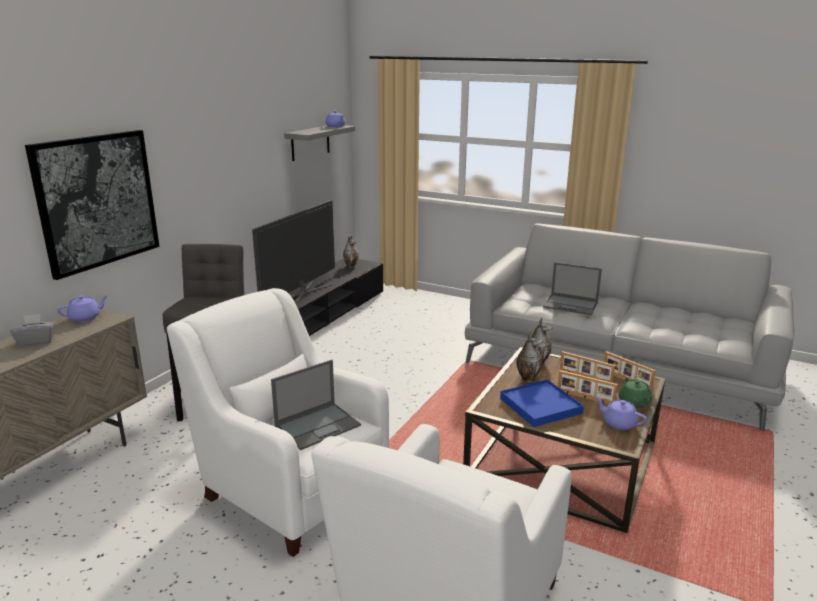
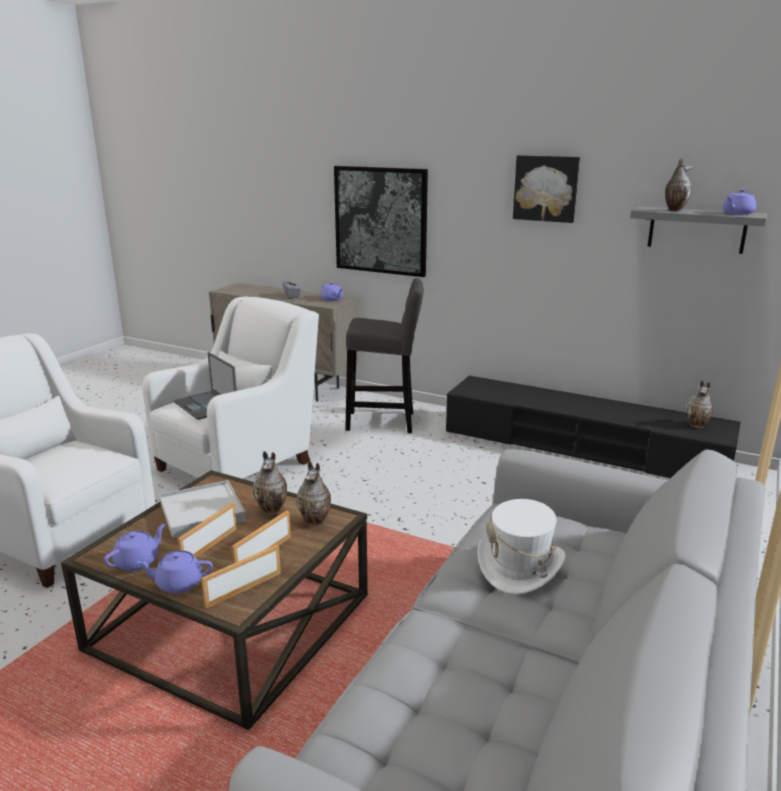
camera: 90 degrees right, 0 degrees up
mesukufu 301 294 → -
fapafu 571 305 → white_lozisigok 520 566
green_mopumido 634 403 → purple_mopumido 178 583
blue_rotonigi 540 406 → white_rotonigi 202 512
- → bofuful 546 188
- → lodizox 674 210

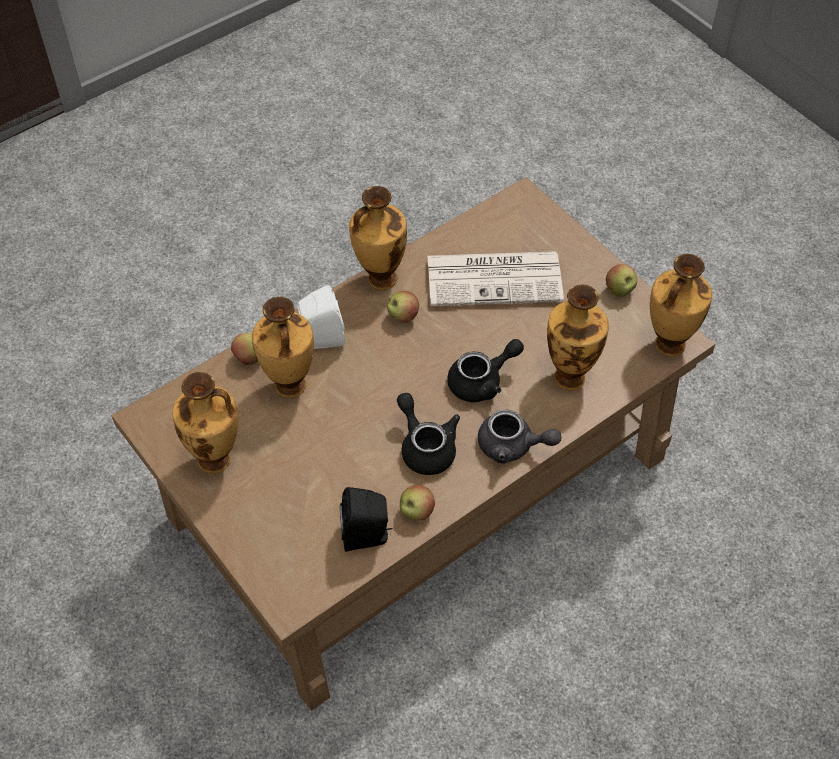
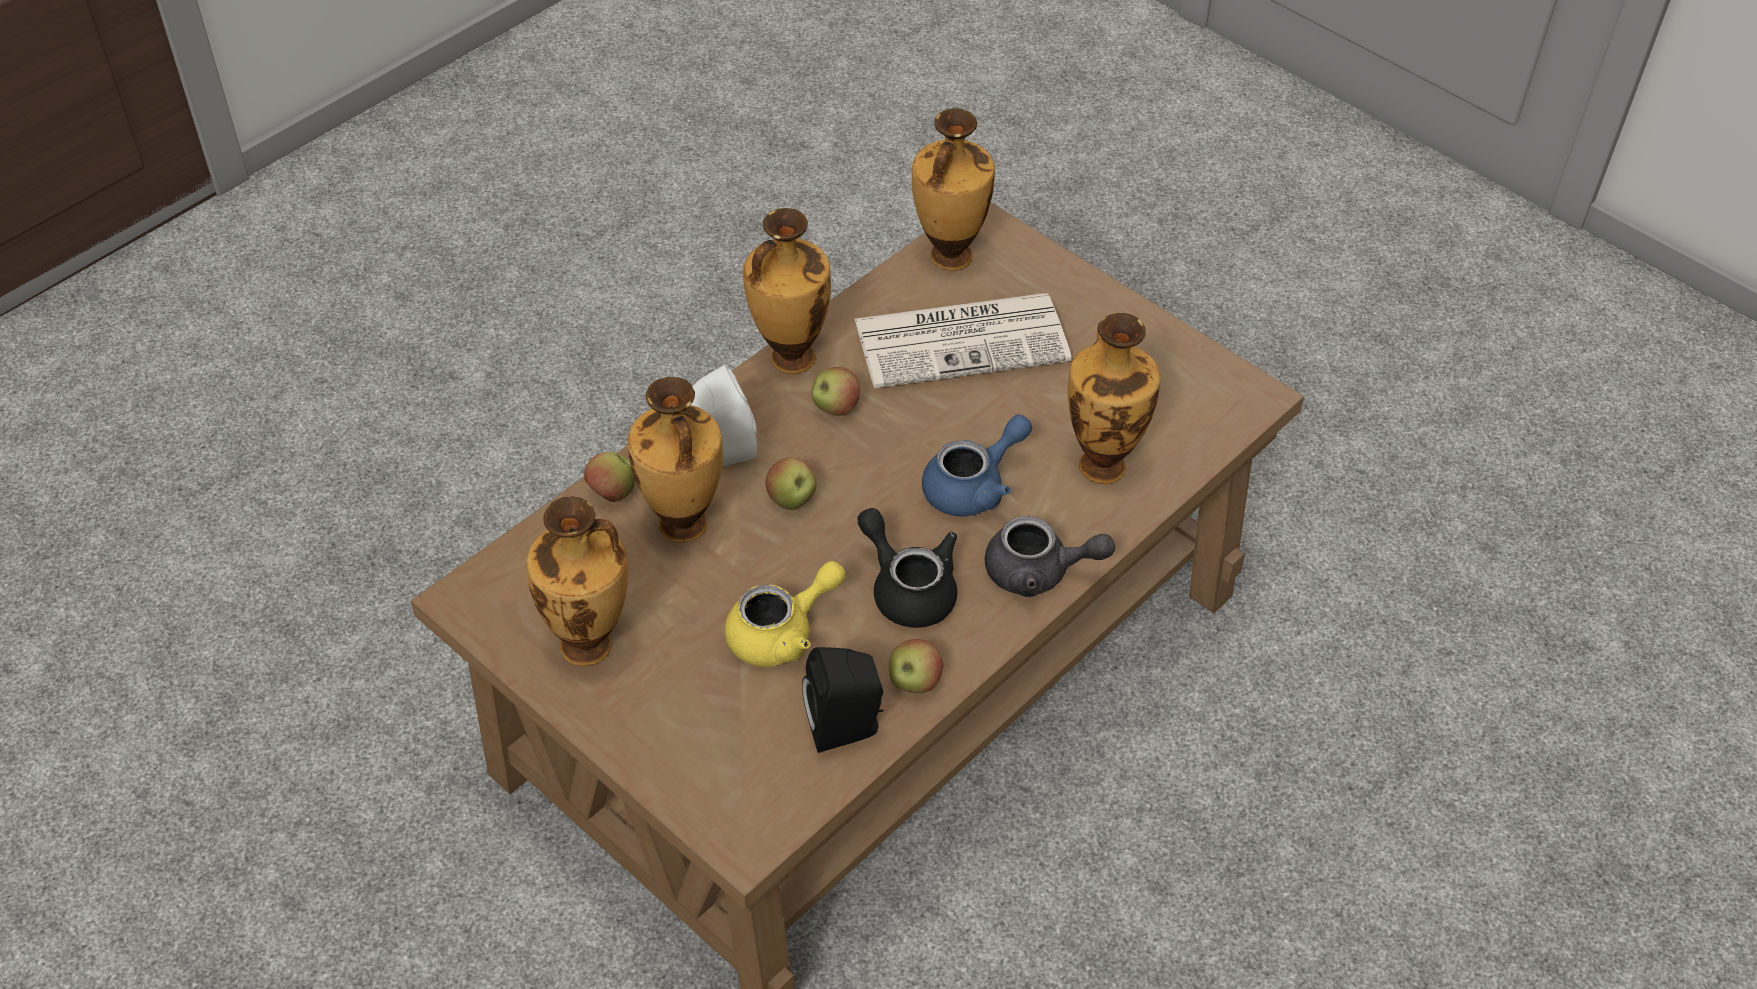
camera: 10 degrees left, 5 degrees down
lodizox 668 345 → lodizox 948 257, move
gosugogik 619 290 → gosugogik 792 500, move
black_mopumido 482 381 → blue_mopumido 974 487
- → yellow_mopumido 782 633

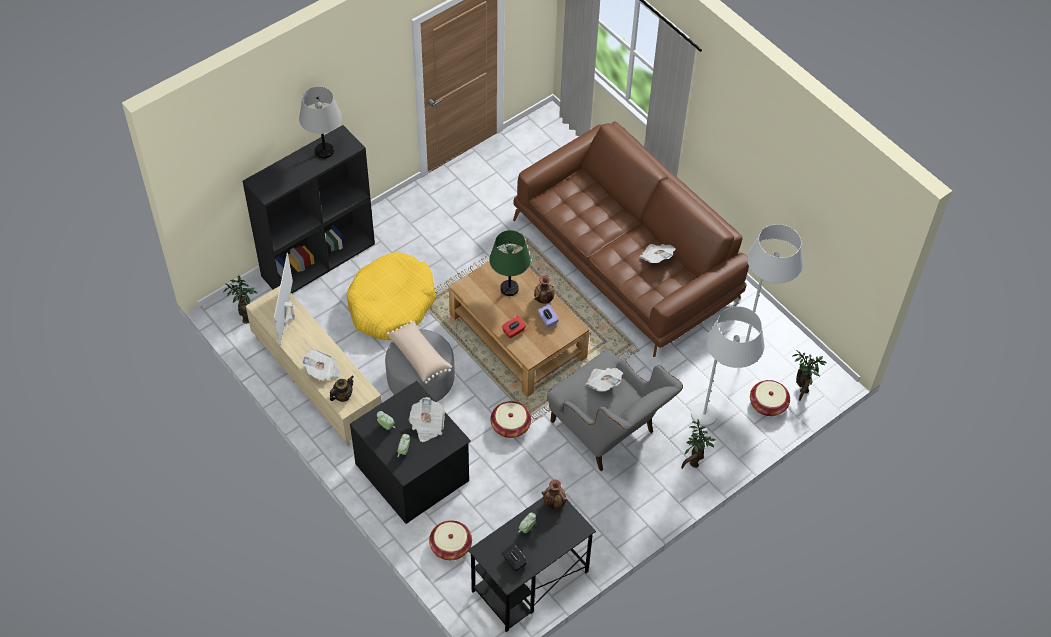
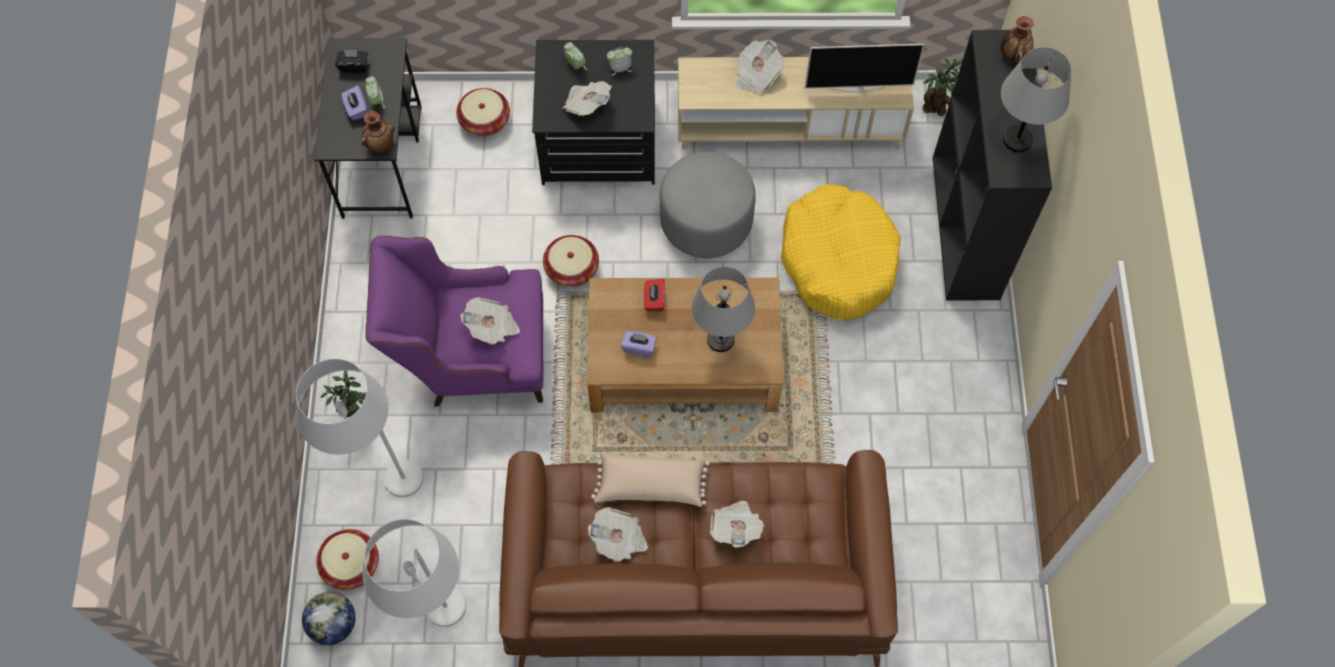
camera: 130 degrees right, 10 degrees up
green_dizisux 509 288 → grey_dizisux 720 339
mesukufu 290 317 → mesukufu 857 87, 135 degrees clockwise
lodizox 544 299 → lodizox 1013 55, move
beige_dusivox 419 356 → beige_dusivox 650 486, move
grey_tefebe 609 434 → purple_tefebe 473 358
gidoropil 802 388 → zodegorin 333 624
mopumido 342 396 → -
- → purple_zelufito 356 109
- → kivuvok 736 527

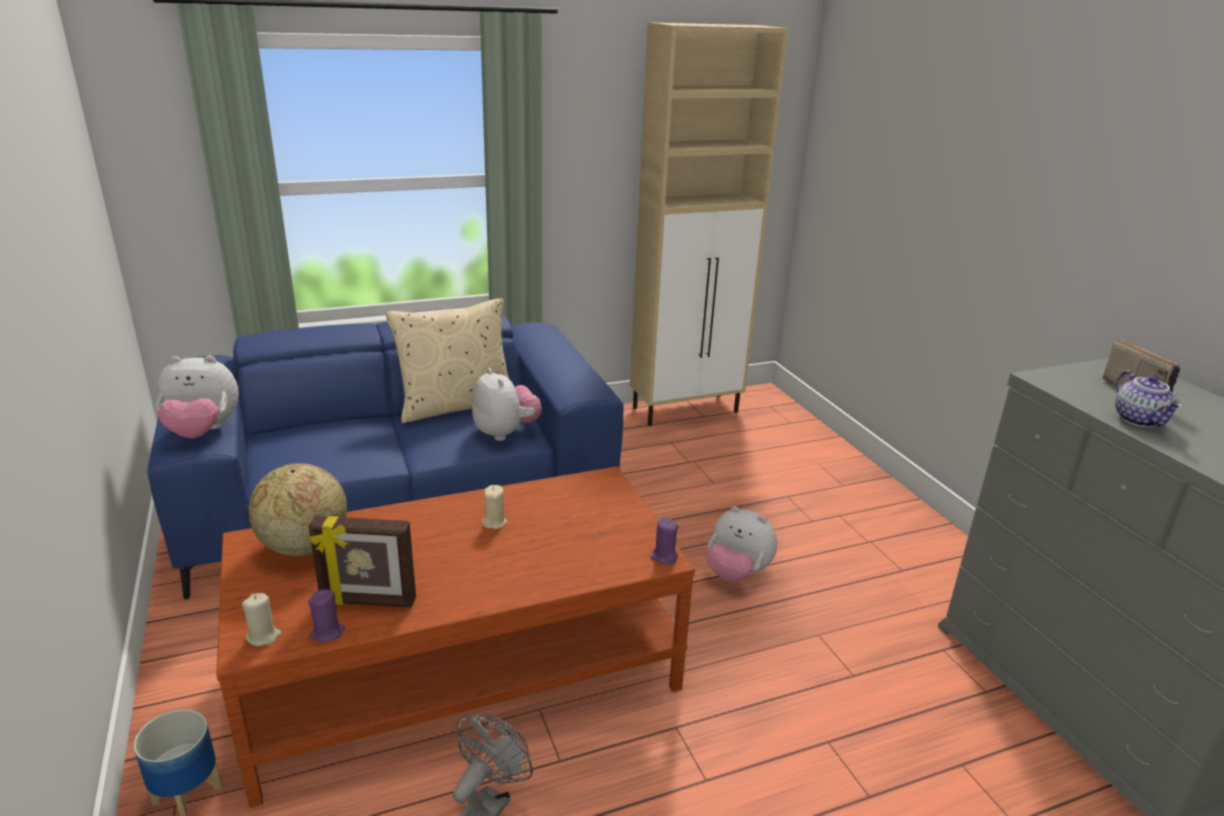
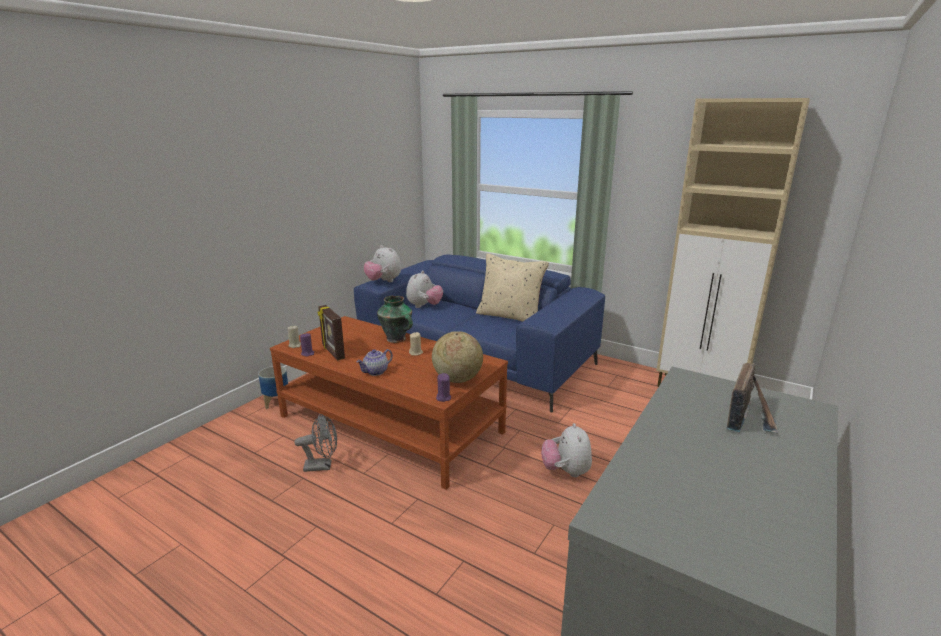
camera: 55 degrees right, 5 degrees down
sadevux 505 433 → sadevux 424 306, move
mopumido 1140 420 → mopumido 376 372, move
zodegorin 304 546 → zodegorin 457 379, move
- → lodizox 397 339

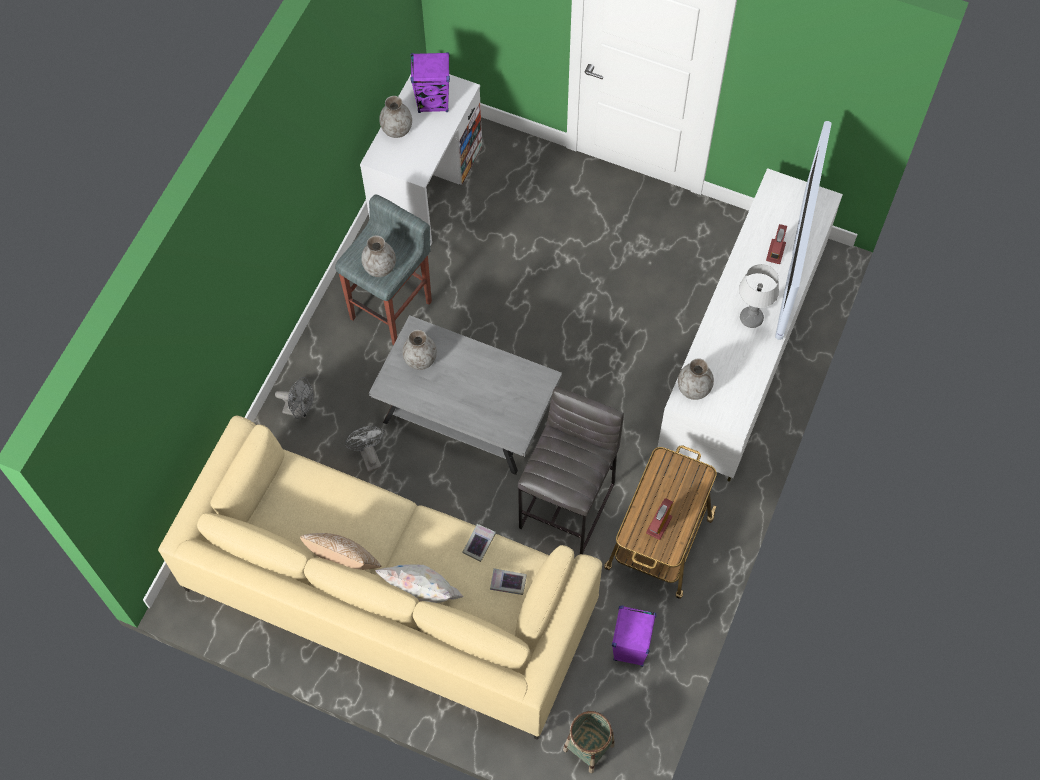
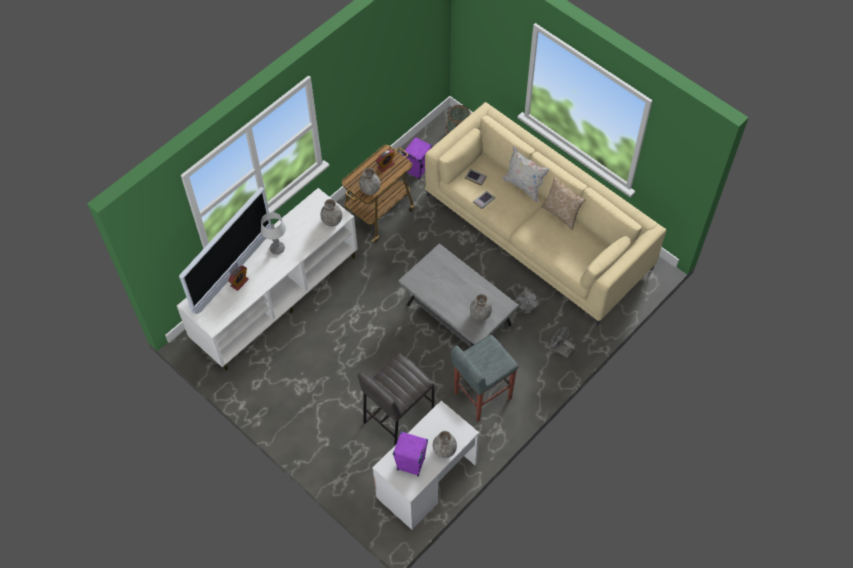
camera: 160 degrees left, 5 degrees down
grey_lodizox 380 268 → grey_lodizox 370 189, move
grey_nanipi 568 505 → grey_nanipi 398 418, move

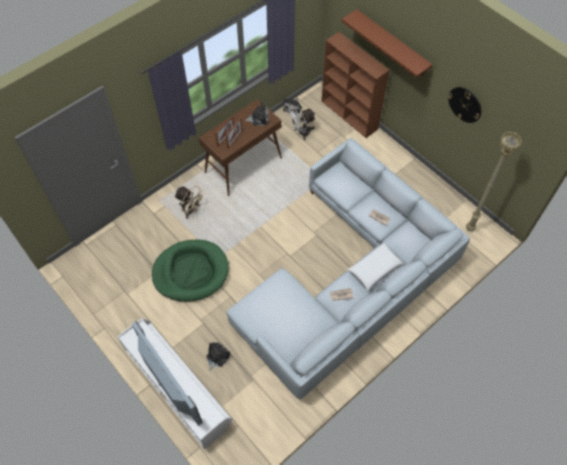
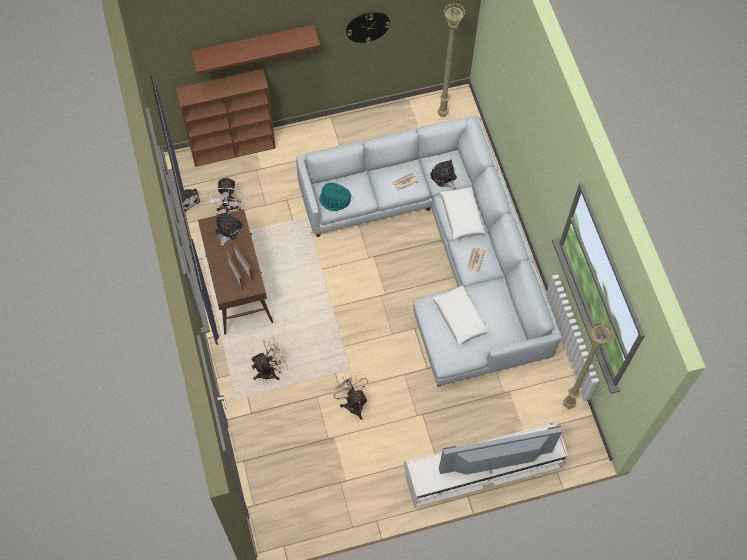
camera: 65 degrees left, 5 degrees up
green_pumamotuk 191 272 → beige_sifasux 352 402
sadevux 217 356 → sadevux 444 177, move
- → turquoise_lozisigok 335 200
- → white_dusivox 459 318
- → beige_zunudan 567 404

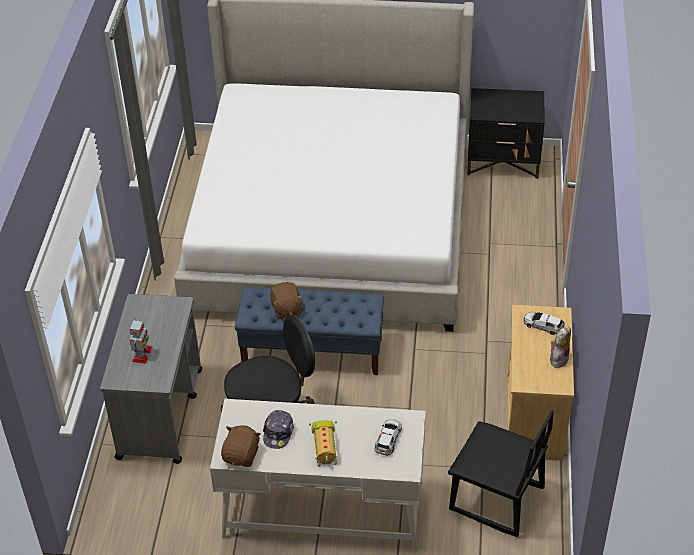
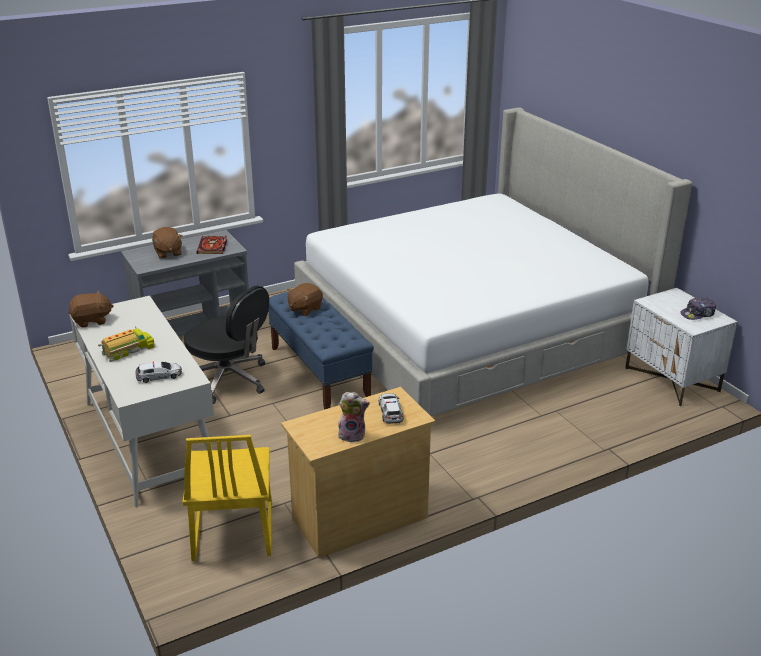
camera: 55 degrees right, 15 degrees down
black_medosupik 503 161 → white_medosupik 672 380
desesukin 142 354 → brown_sadevux 168 253
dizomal 278 433 → dizomal 698 314, move
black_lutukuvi 496 500 → yellow_lutukuvi 232 532
- → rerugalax 213 247

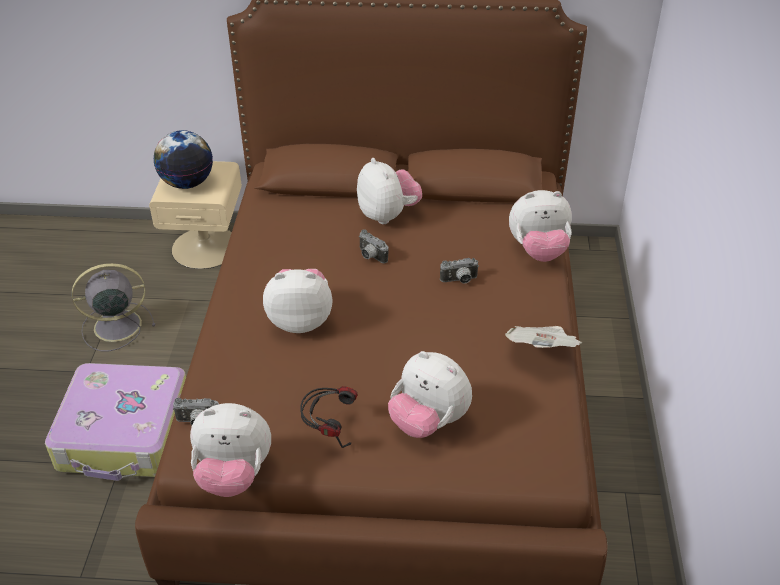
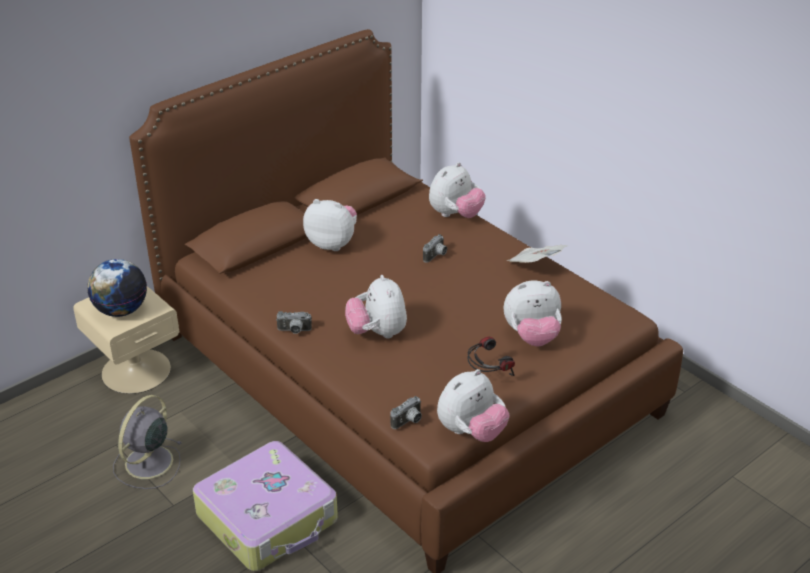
camera: 45 degrees left, 5 degrees down
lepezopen 370 256 → lepezopen 294 331, move
sadevux 300 320 → sadevux 377 333, 60 degrees counterclockwise

